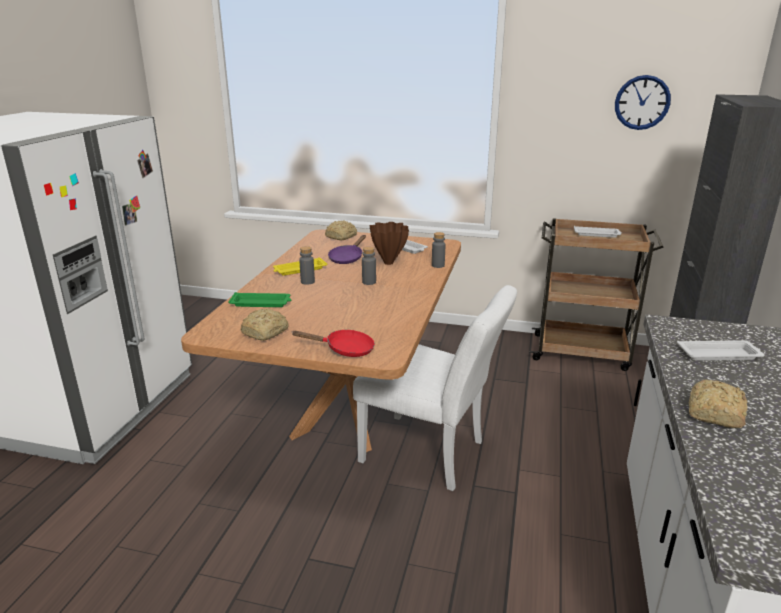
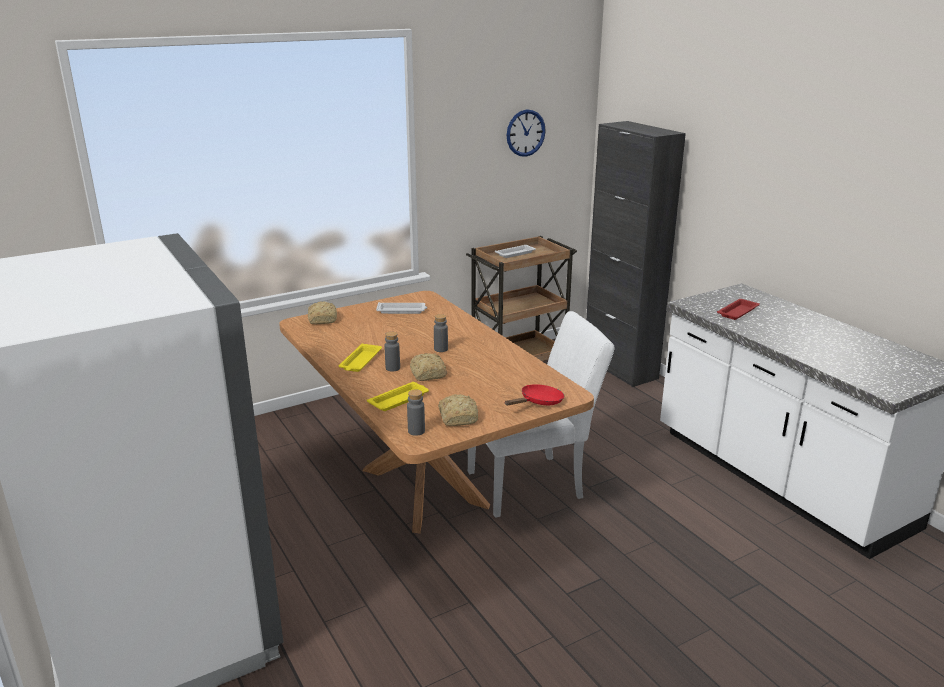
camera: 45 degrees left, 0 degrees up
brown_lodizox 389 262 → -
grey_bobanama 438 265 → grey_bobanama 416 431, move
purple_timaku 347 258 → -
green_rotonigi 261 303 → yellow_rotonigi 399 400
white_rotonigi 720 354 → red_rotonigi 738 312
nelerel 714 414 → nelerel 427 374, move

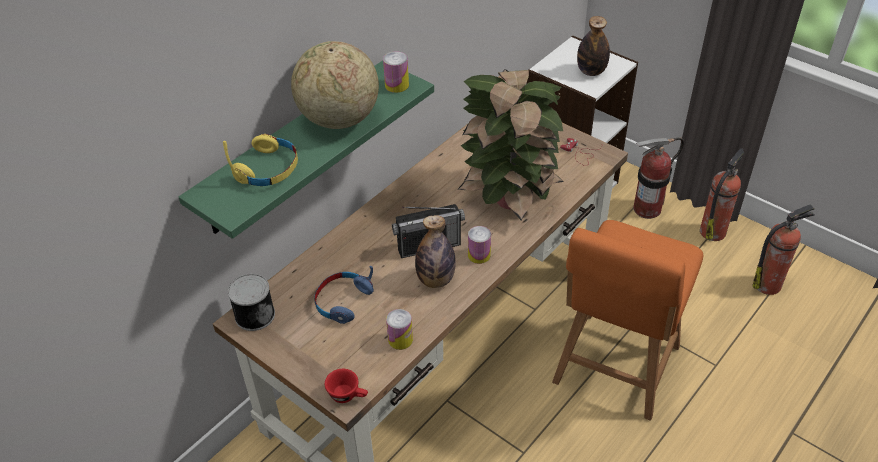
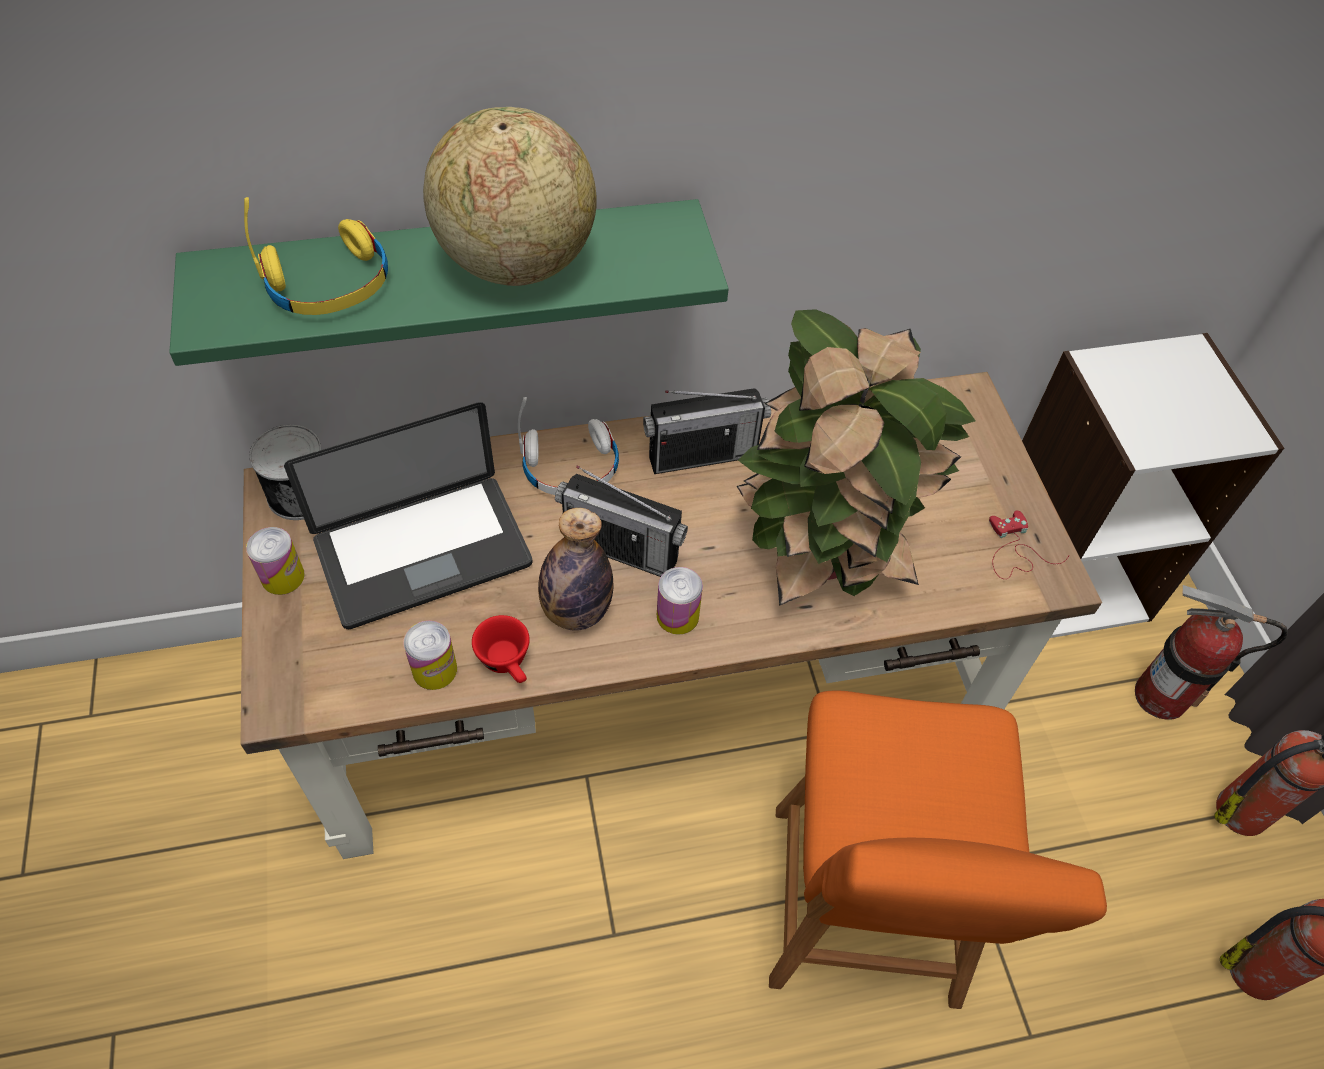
camera: 35 degrees right, 10 degrees up
bobanama 591 71 → -
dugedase 396 85 → dugedase 282 576, move
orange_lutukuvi 615 368 → orange_lutukuvi 863 913, 60 degrees counterclockwise
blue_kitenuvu 342 301 → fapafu 423 553
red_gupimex 348 395 → red_gupimex 508 663, move
- → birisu 702 455
- → white_kitenuvu 571 467

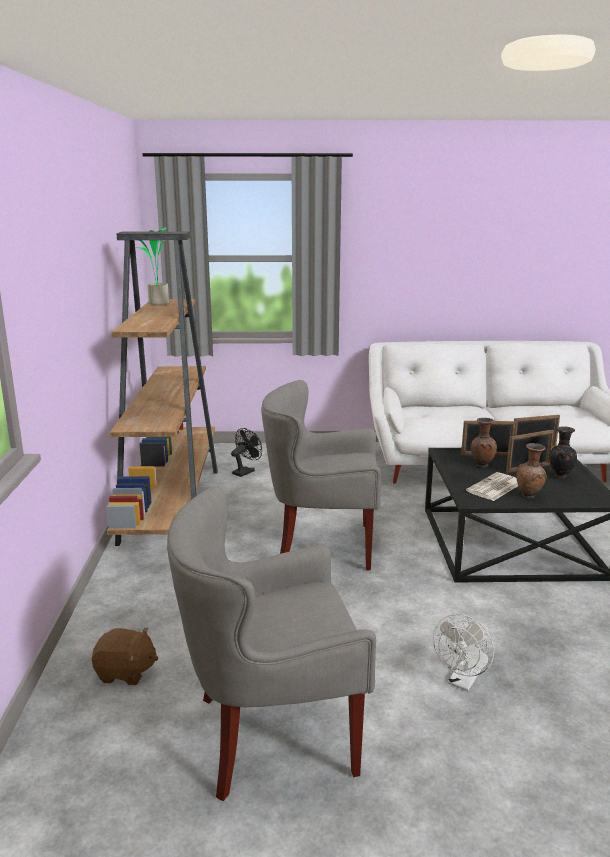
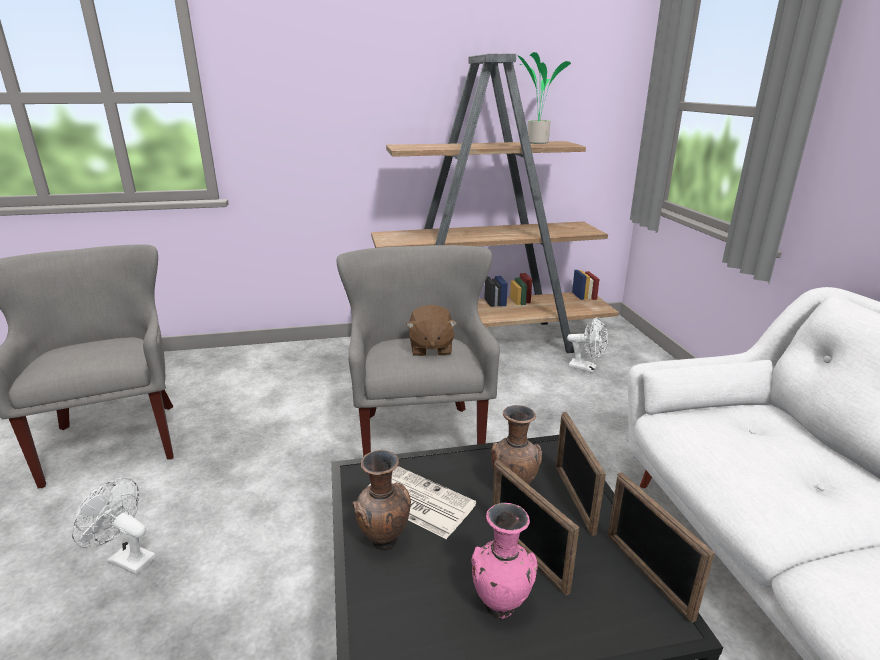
camera: 80 degrees right, 5 degrees up
black_lodizox 559 476 → pink_lodizox 501 605
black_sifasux 246 471 → white_sifasux 586 368
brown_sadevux 125 672 → brown_sadevux 430 348, move

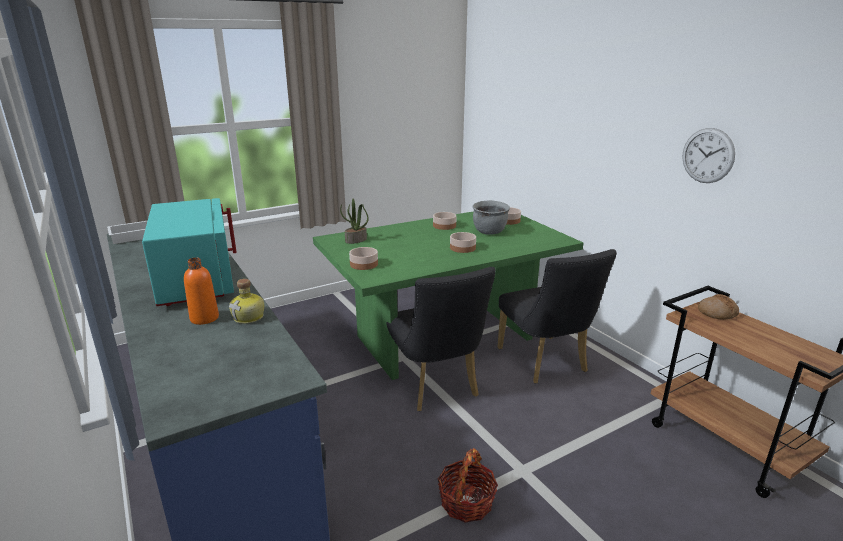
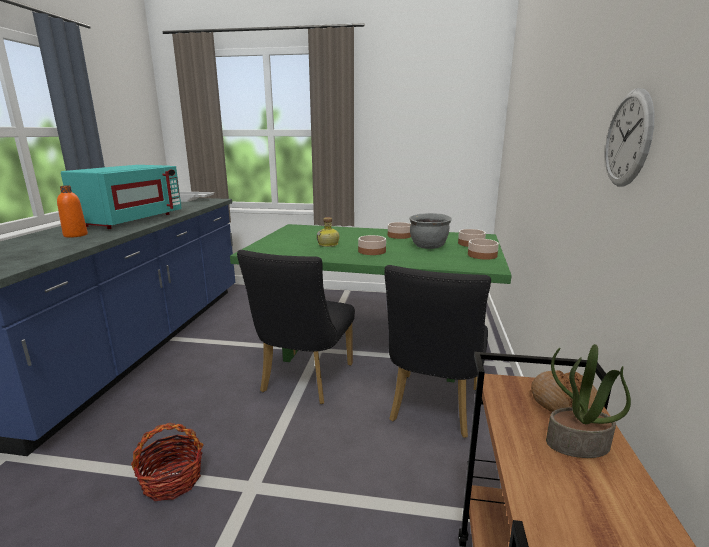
camera: 40 degrees right, 5 degrees down
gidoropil 356 240 → gidoropil 577 445, move
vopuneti 364 264 → vopuneti 482 255, move
bobanama 249 317 → bobanama 328 244, move

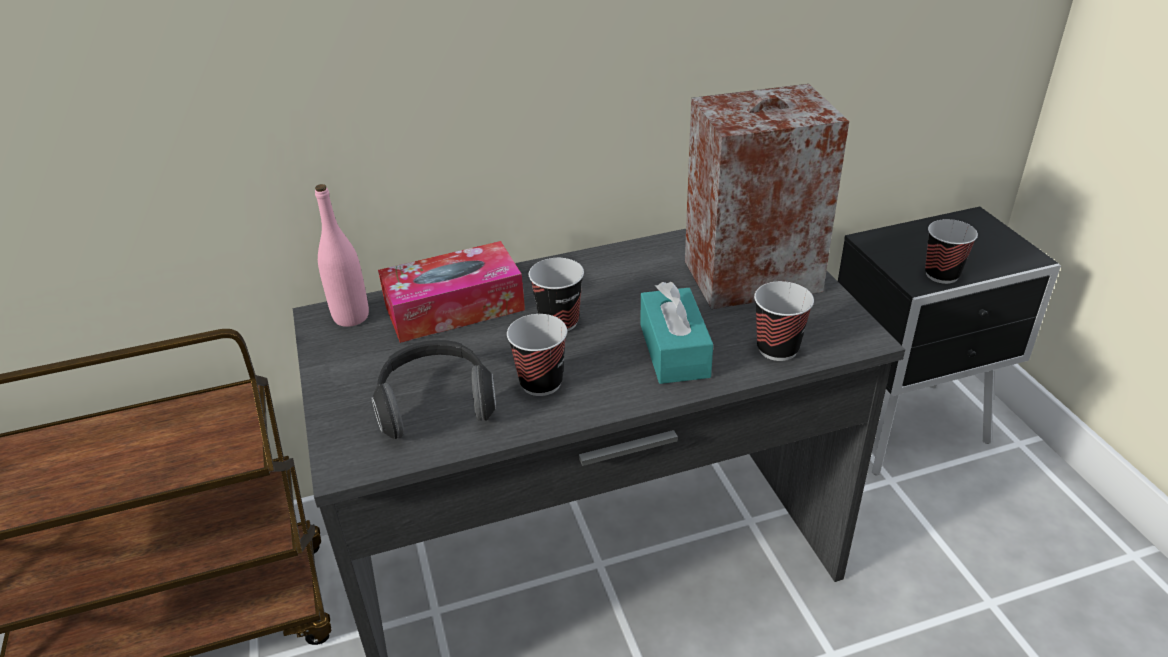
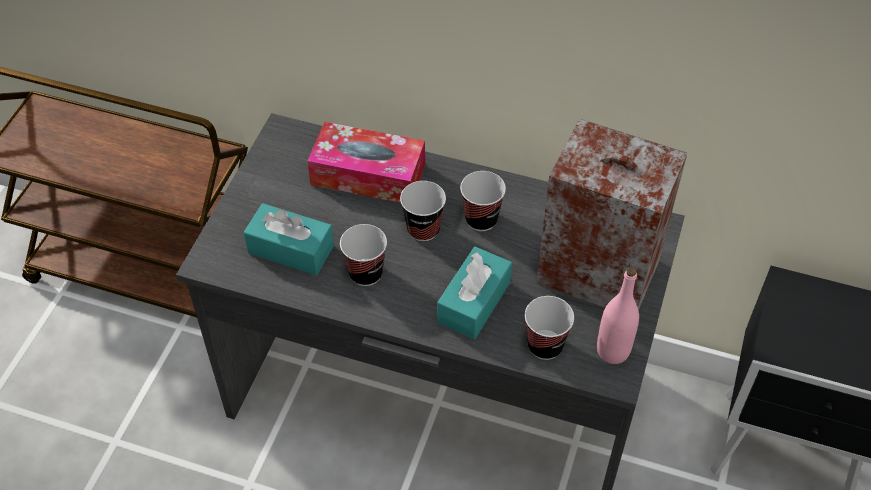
camera: 35 degrees right, 15 degrees up
pink_bobanama 351 317 → pink_bobanama 613 351, move
gupimex 942 274 → gupimex 481 219, move
kitenuvu 435 404 → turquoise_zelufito 291 249

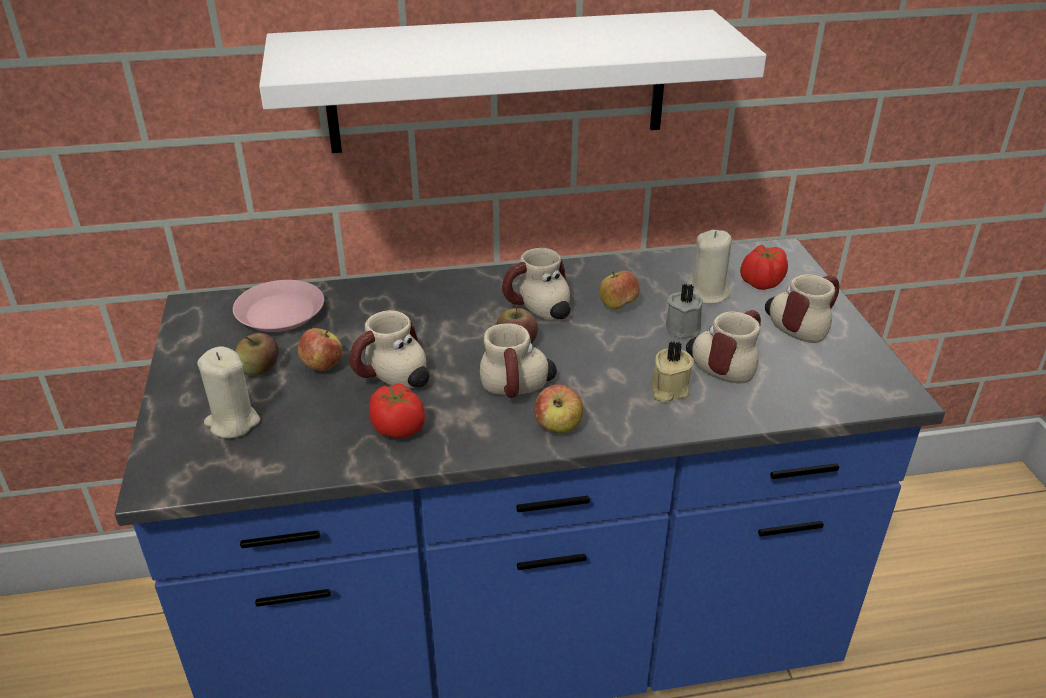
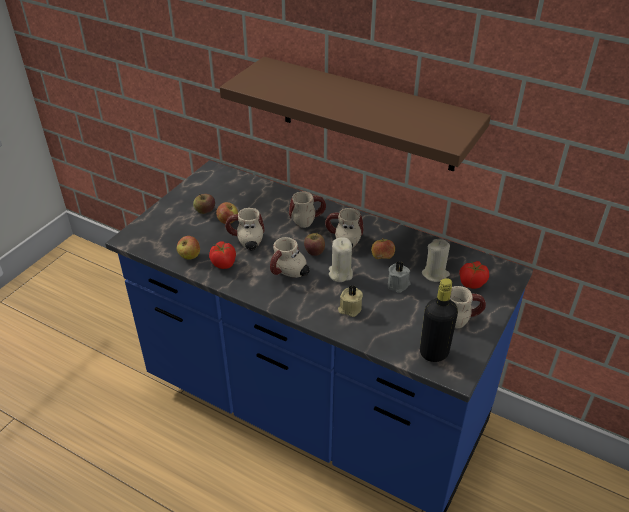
camera: 40 degrees right, 5 degrees up
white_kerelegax 498 82 → brown_kerelegax 367 114
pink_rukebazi 280 313 → -
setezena 723 364 → setezena 306 217, move
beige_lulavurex 232 422 → beige_lulavurex 340 274, move
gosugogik 558 427 → gosugogik 189 256, move
- → black_bobanama 434 353

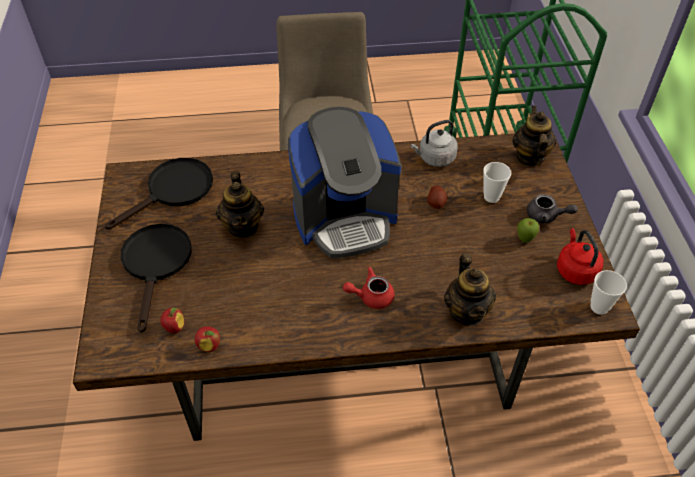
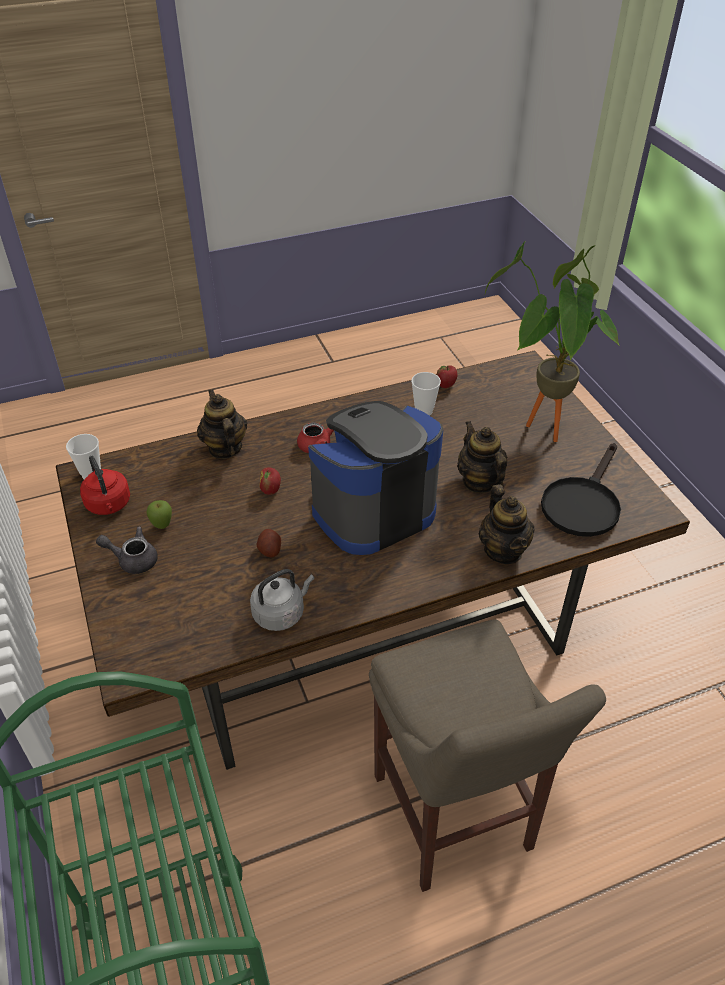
camera: 165 degrees right, 5 degrees down
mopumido 529 157 → mopumido 503 550, move
gupimex 491 197 → gupimex 424 411, move
black_timaku 156 264 → gidoropil 539 432
gosugogik 174 328 → gosugogik 270 490, move

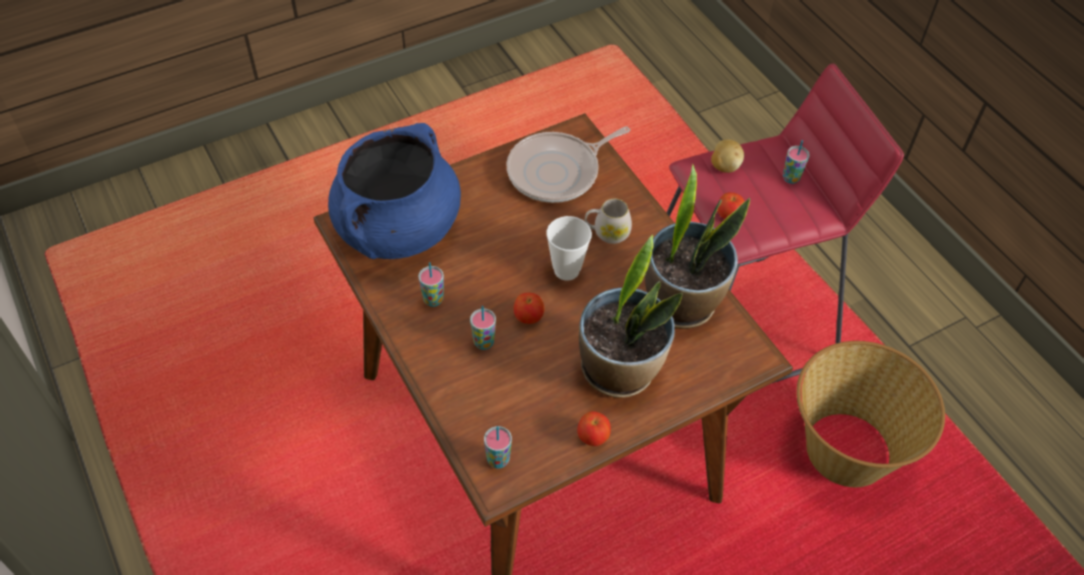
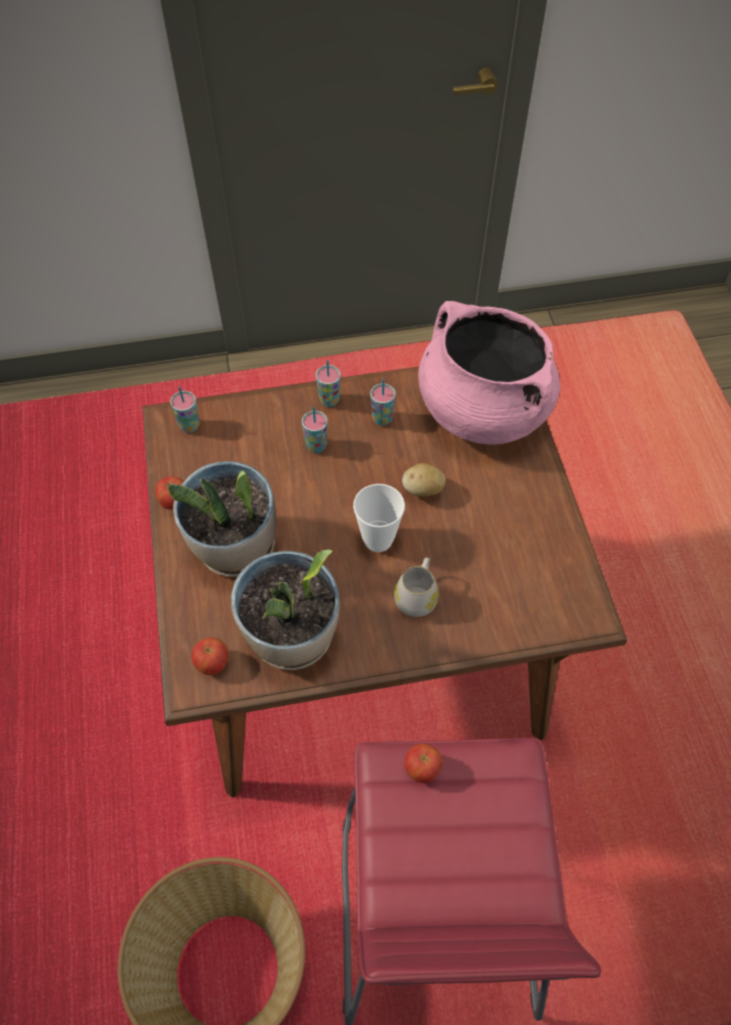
camera: 110 degrees right, 5 degrees up
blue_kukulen 398 229 → pink_kukulen 482 410
timaku 557 172 → -
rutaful 724 166 → rutaful 422 490, move
gupimex 791 178 → gupimex 329 400, move
gosugogik 528 317 → gosugogik 213 663, move

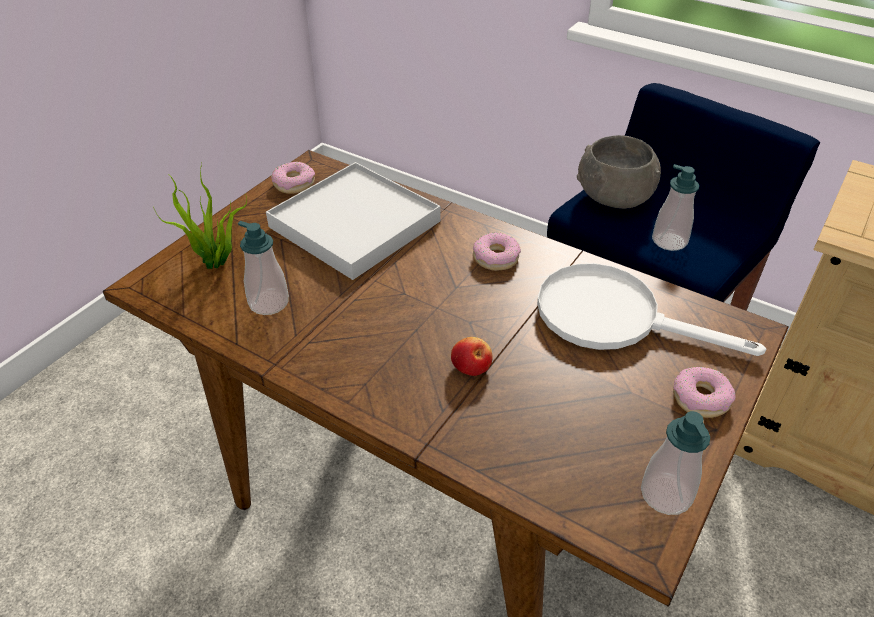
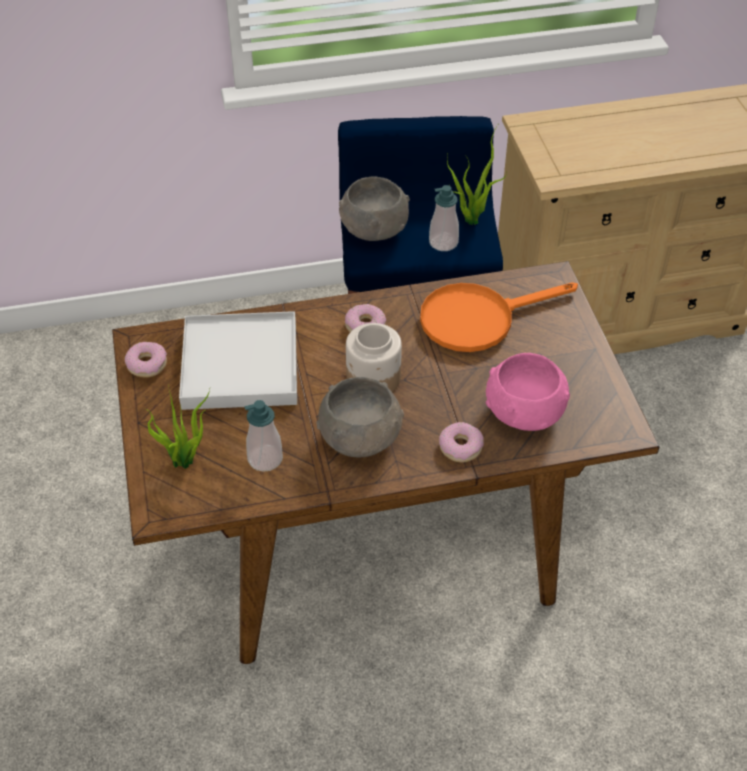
camera: 45 degrees left, 5 degrees up
white_timaku 614 317 → orange_timaku 478 318
gosugogik 471 366 → -
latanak 701 398 → latanak 460 447, move
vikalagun 666 494 → -
- → gidoropil 470 218
- → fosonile 373 378
- → pink_vopuneti 524 411
- → grey_vopuneti 361 437

